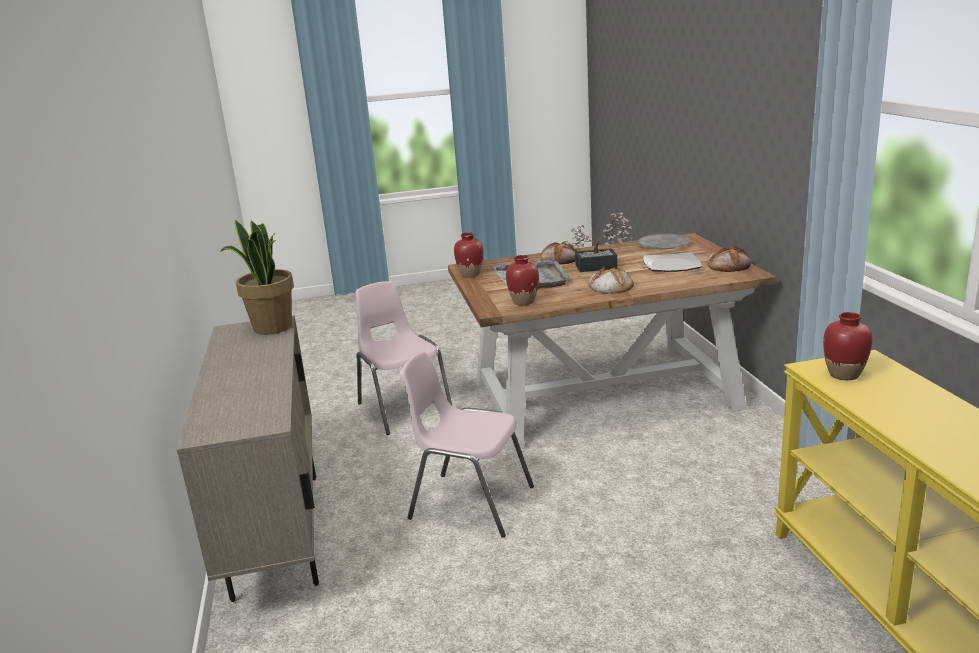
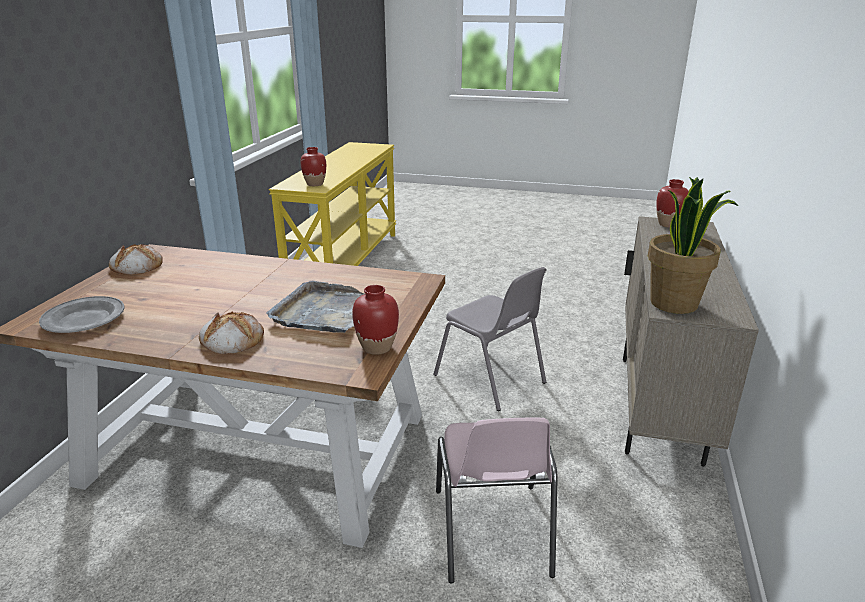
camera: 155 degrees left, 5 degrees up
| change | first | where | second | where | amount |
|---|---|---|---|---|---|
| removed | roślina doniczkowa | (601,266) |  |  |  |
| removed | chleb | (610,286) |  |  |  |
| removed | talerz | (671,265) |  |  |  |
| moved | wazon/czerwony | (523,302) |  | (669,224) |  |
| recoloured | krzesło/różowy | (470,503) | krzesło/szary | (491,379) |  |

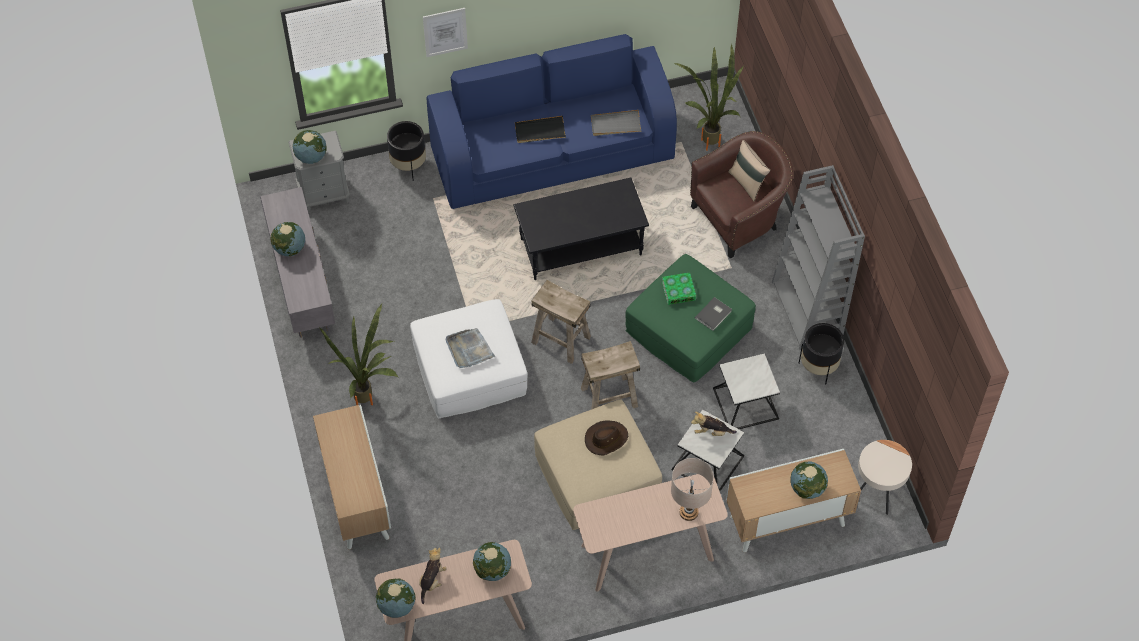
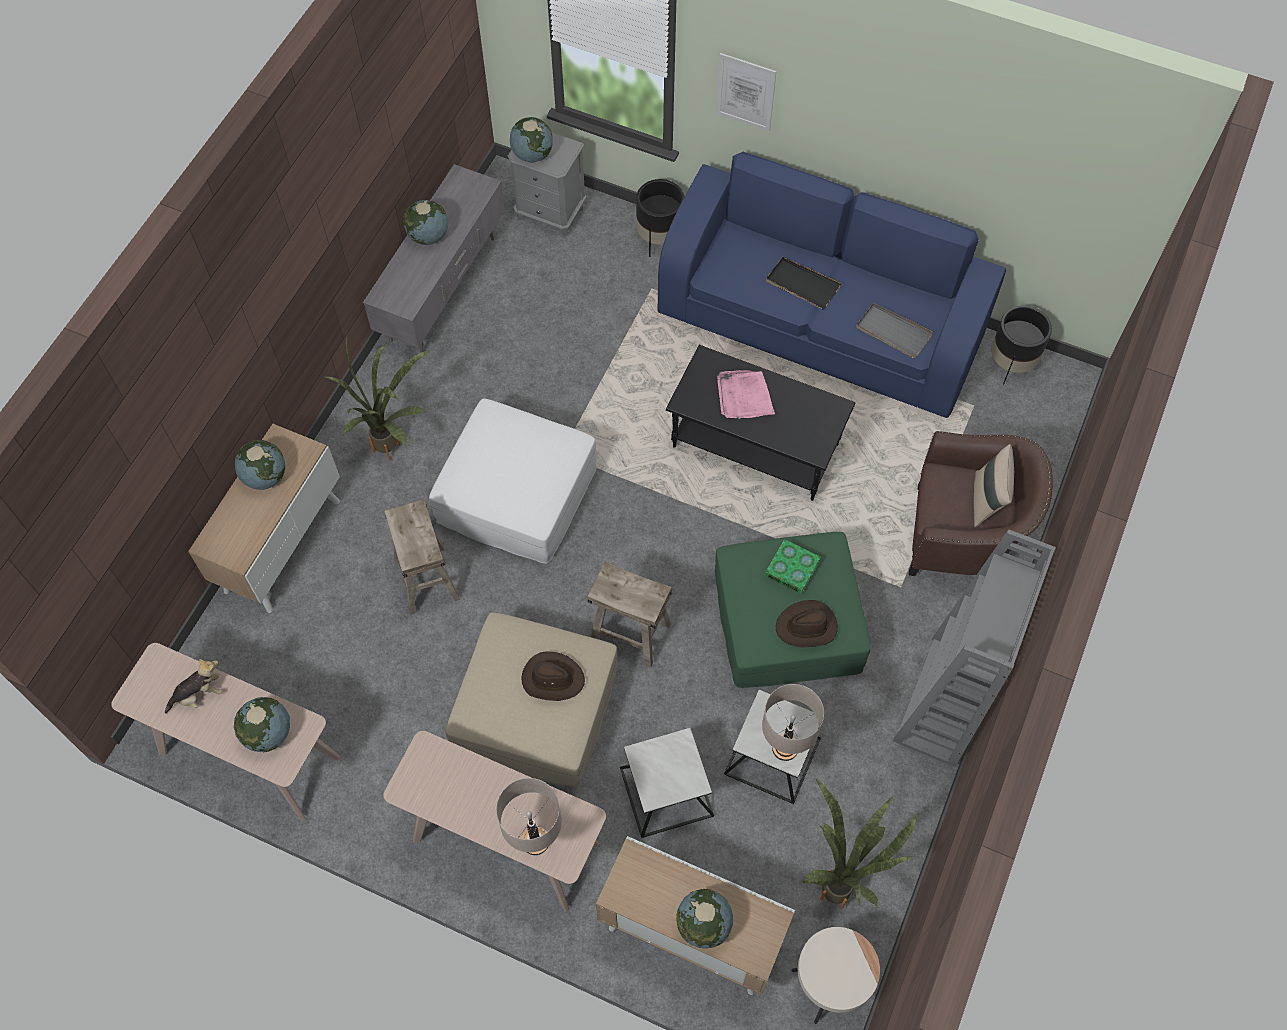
camera: 40 degrees right, 5 degrees up
| change | first | where | second | where | amount |
|---|---|---|---|---|---|
| removed | taca/szary | (469,349) |  |  |  |
| removed | pluszak | (711,431) |  |  |  |
| added |  |  | taca/różowy | (744,397) |  |
| added |  |  | lampa stołowa/beżowy | (784,748) |  |
| moved | globus | (396,606) |  | (265,477) |  |
| moved | stołek/beżowy | (560,340) |  | (426,579) |  |
| moved | roślina doniczkowa | (710,138) |  | (840,885) |  |
| moved | donica/czarny | (818,367) |  | (1011,364) |  |
| replaced | książka/szary | (714,314) | kapelusz/brązowy | (807,627) |  |

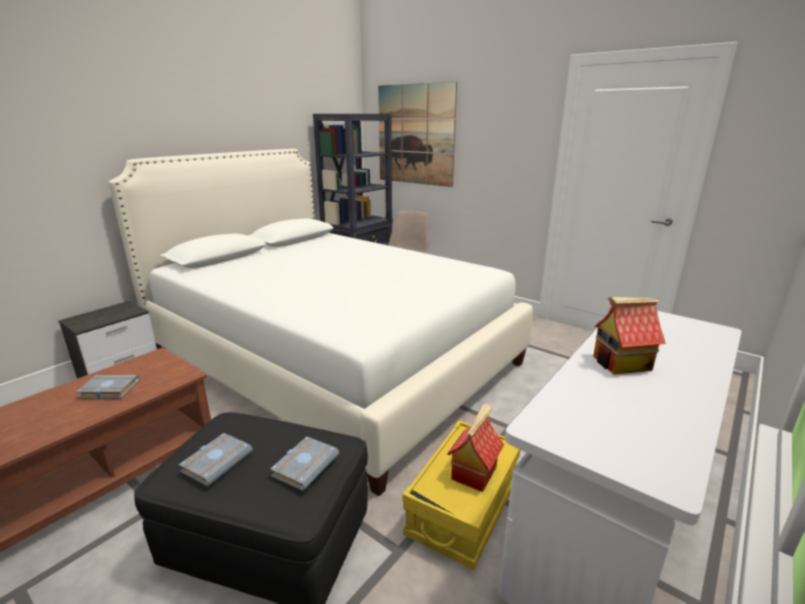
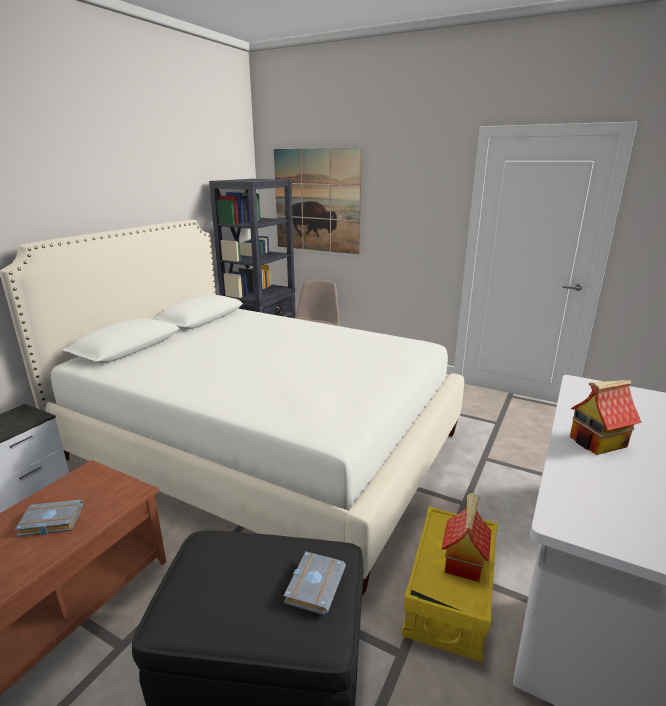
camera: 10 degrees left, 0 degrees up
| change | first | where | second | where | amount |
|---|---|---|---|---|---|
| removed | książka/szary | (217,461) |  |  |  |

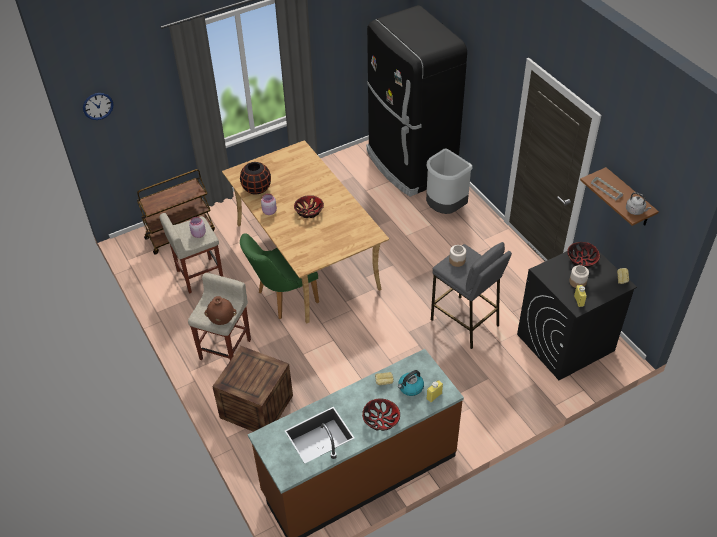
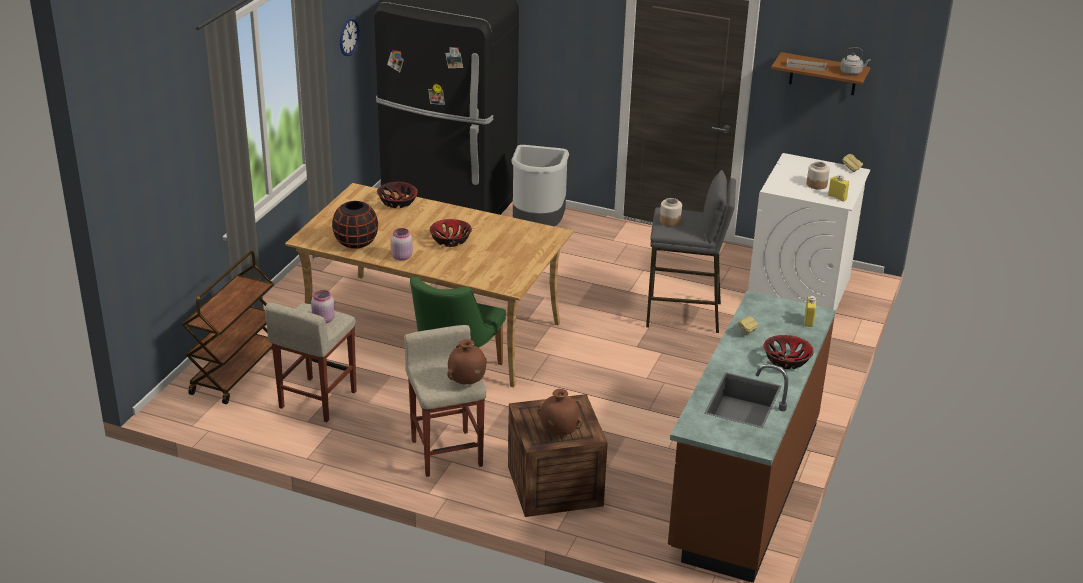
camera: 40 degrees left, 15 degrees down
| change | first | where | second | where | amount |
|---|---|---|---|---|---|
| removed | czajnik | (410,388) |  |  |  |
| added |  |  | wazon/brązowy | (559,432) |  |
| moved | zegar ścienny | (98,106) |  | (349,37) |  |
| moved | miska | (582,260) |  | (398,202) |  |
| recoloured | pralka/czarny | (565,343) | pralka/biały | (799,290) |  |

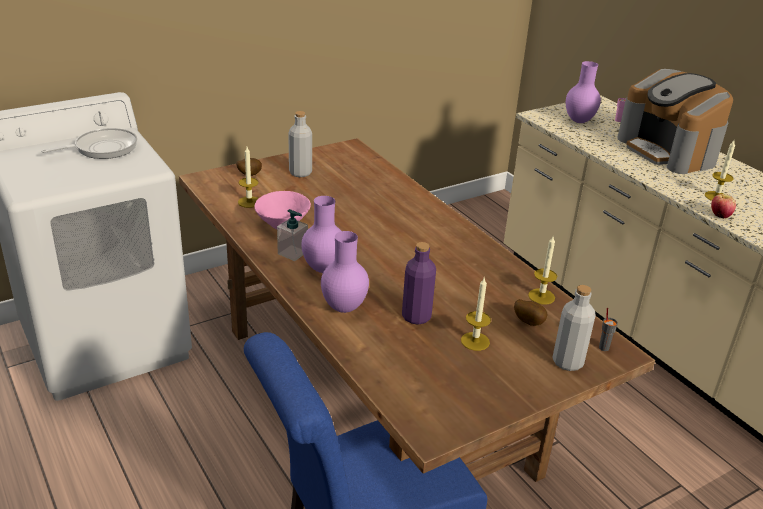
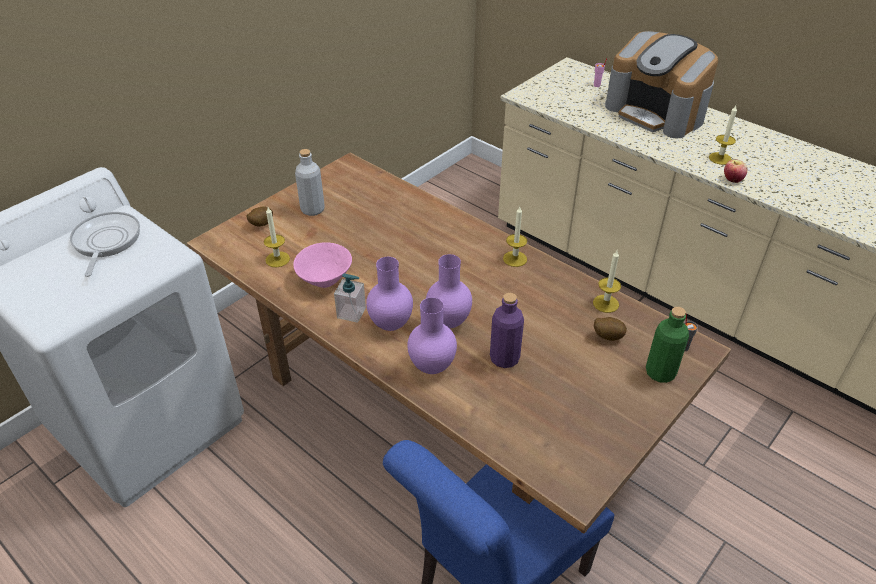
camera: 15 degrees left, 10 degrees up
| change | first | where | second | where | amount |
|---|---|---|---|---|---|
| moved | świeca | (475,341) |  | (515,259) |  |
| moved | wazon/fioletowy | (579,121) |  | (449,322) |  |
| recoloured | butelka/szary | (567,362) | butelka/zielony | (660,373) |  |
| turned | patelnia | (102,148) |  | (106,242) | 45 degrees counterclockwise |

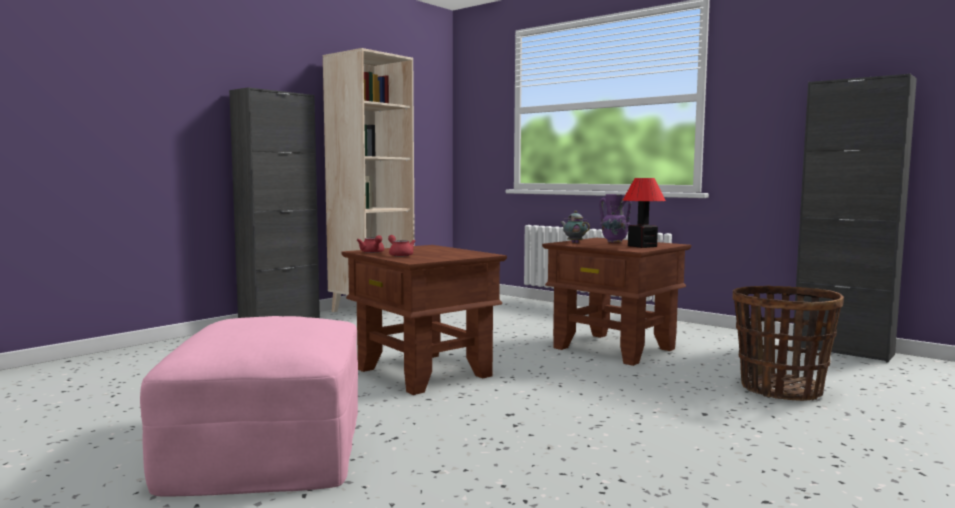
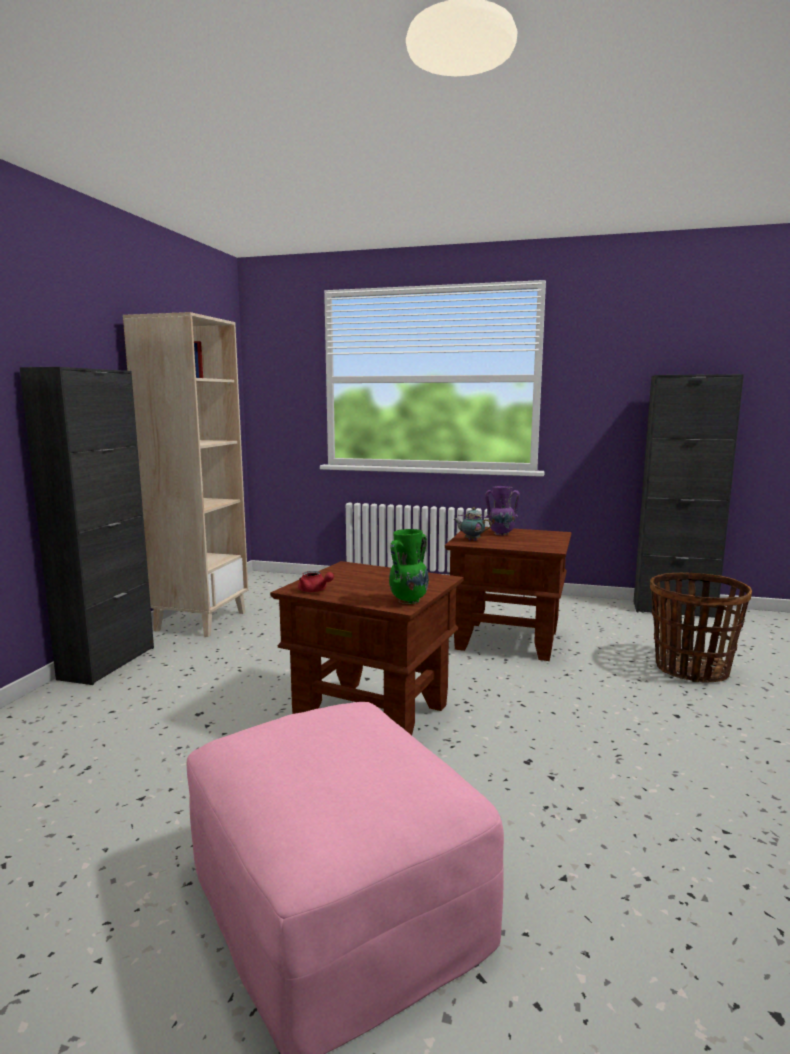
camera: 25 degrees left, 5 degrees up
| change | first | where | second | where | amount |
|---|---|---|---|---|---|
| removed | imbryk/czerwony | (400,255) |  |  |  |
| removed | lampa stołowa | (641,246) |  |  |  |
| added |  |  | wazon/zielony | (408,601) |  |

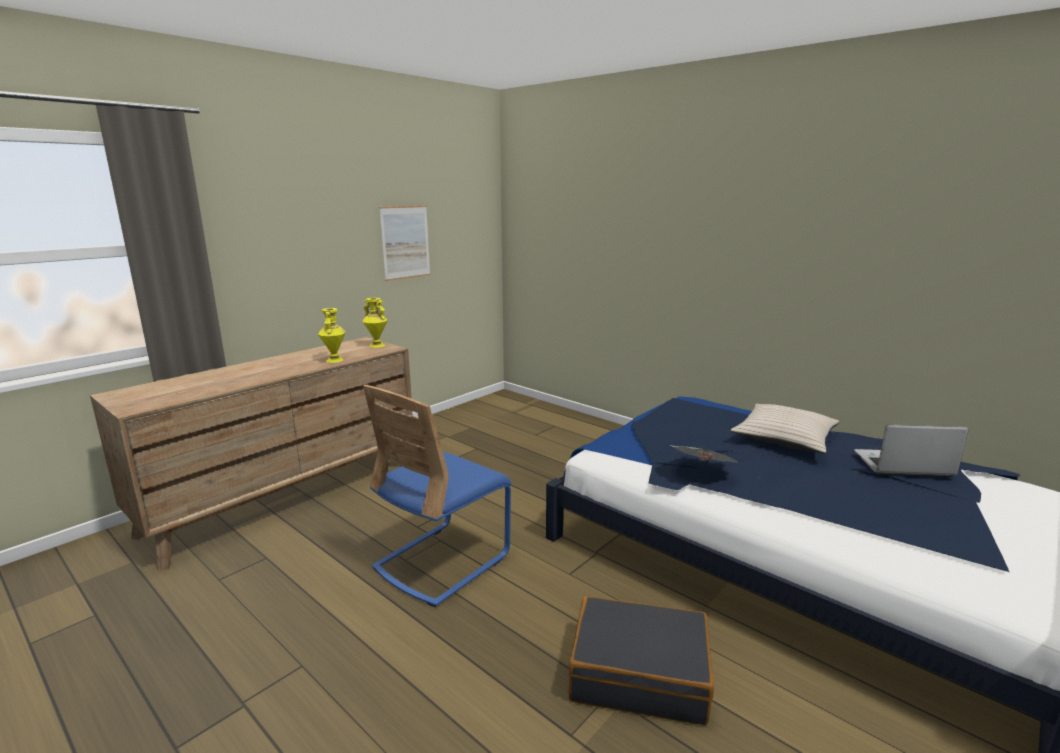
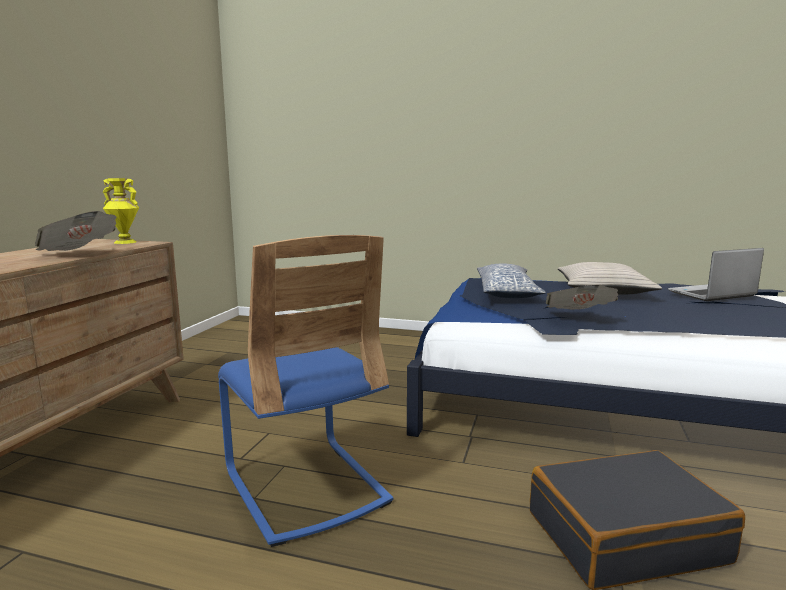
camera: 25 degrees left, 5 degrees down
| change | first | where | second | where | amount |
|---|---|---|---|---|---|
| removed | obraz | (405,242) |  |  |  |
| added |  |  | poduszka | (506,293) |  |
| replaced | wazon/żółty | (334,360) | gazeta | (79,254) |  |
| turned | krzesło/niebieski | (442,561) |  | (305,487) | 45 degrees counterclockwise |

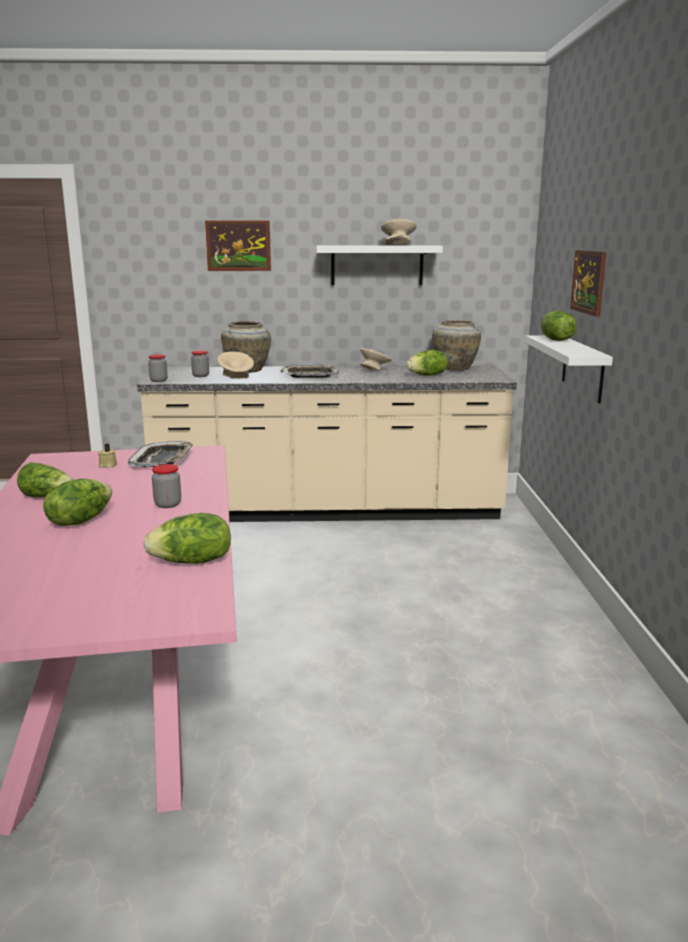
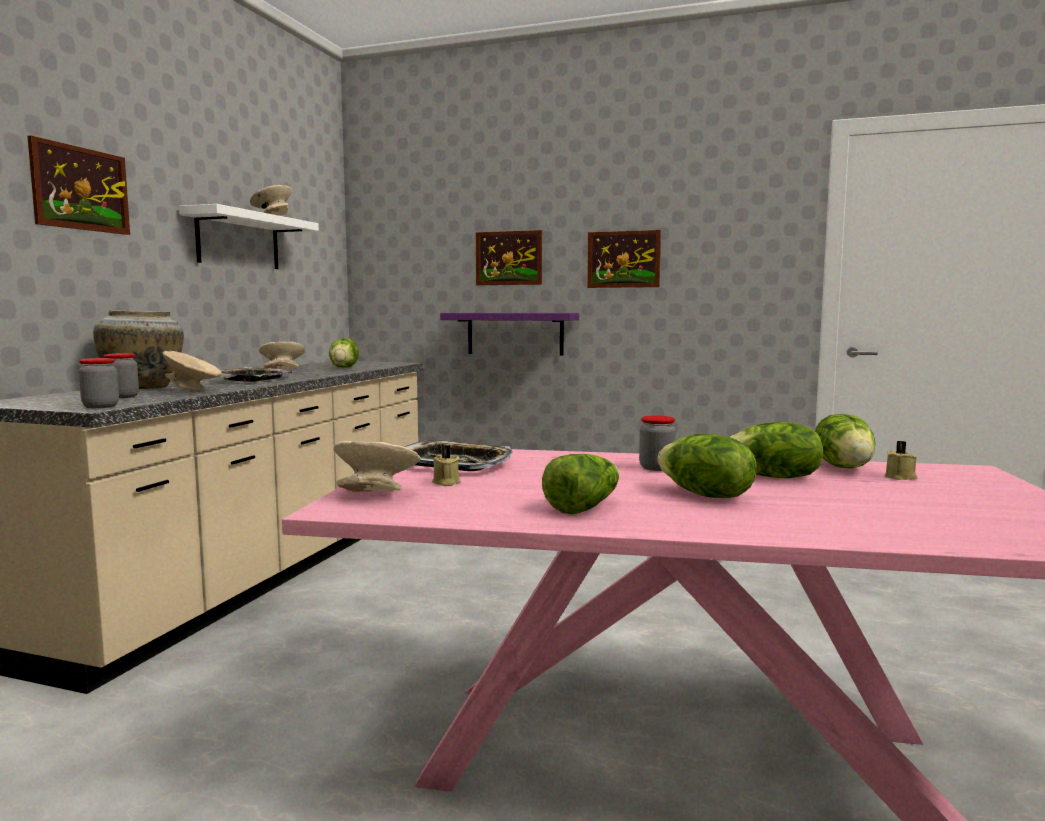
camera: 70 degrees left, 10 degrees down
| change | first | where | second | where | amount |
|---|---|---|---|---|---|
| removed | wazon/beżowy | (455,368) |  |  |  |
| added |  |  | miska/beżowy | (376,494) |  |
| added |  |  | obraz | (623,259) |  |
| added |  |  | świeca/beżowy | (900,477) |  |
| moved | sałata | (555,340) |  | (774,477) |  |
| recoloured | półka/biały | (582,368) | półka/fioletowy | (515,333) |  |

